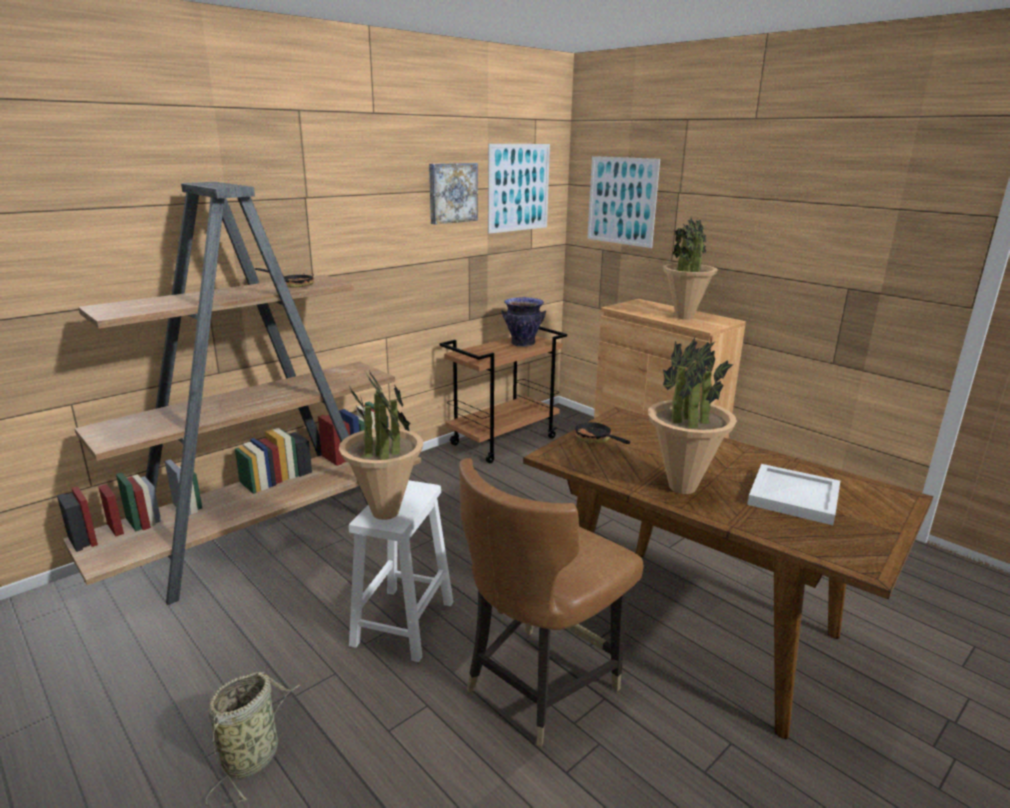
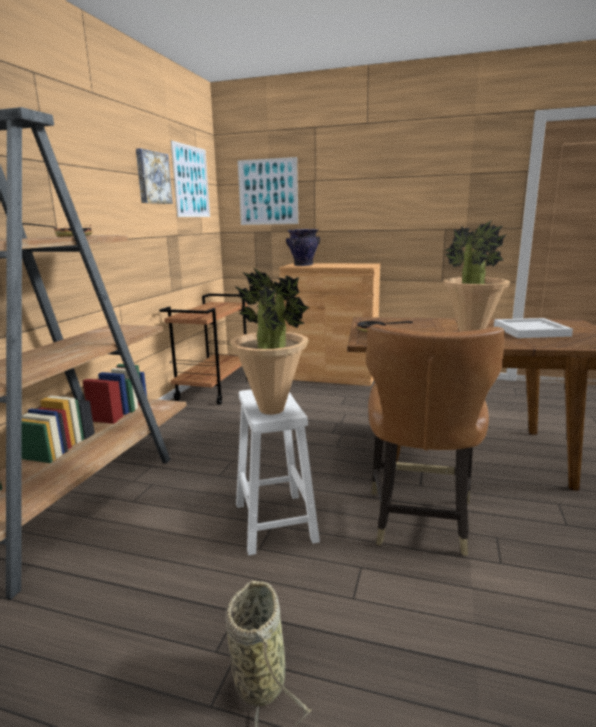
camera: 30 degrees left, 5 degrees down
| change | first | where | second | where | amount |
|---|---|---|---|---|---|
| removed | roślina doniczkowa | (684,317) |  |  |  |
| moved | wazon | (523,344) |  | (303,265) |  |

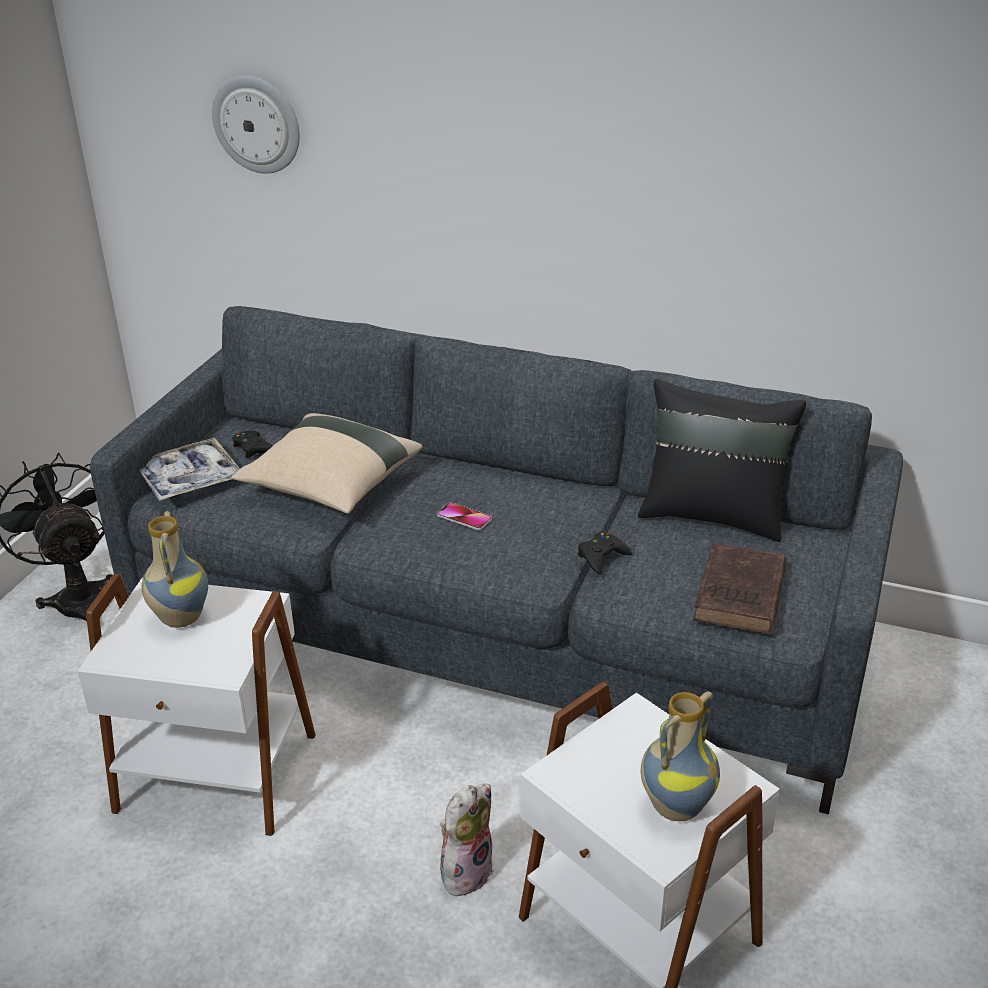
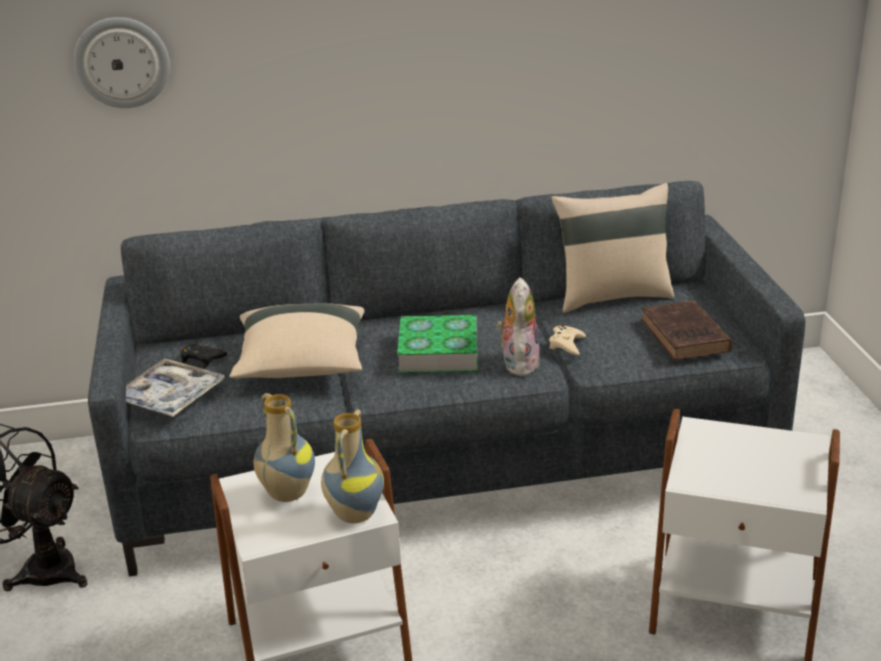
camera: 30 degrees left, 5 degrees down
| change | first | where | second | where | amount |
|---|---|---|---|---|---|
| moved | pluszak | (465,870) |  | (518,363) |  |
| moved | wazon | (675,805) |  | (353,514) |  |
| replaced | telefon | (464,517) | książka | (438,351) |  |
| recoloured | pad do gier/czarny | (602,557) | pad do gier/beżowy | (566,344) |  |
| recoloured | poduszka/czarny | (713,515) | poduszka/beżowy | (612,296) |  |

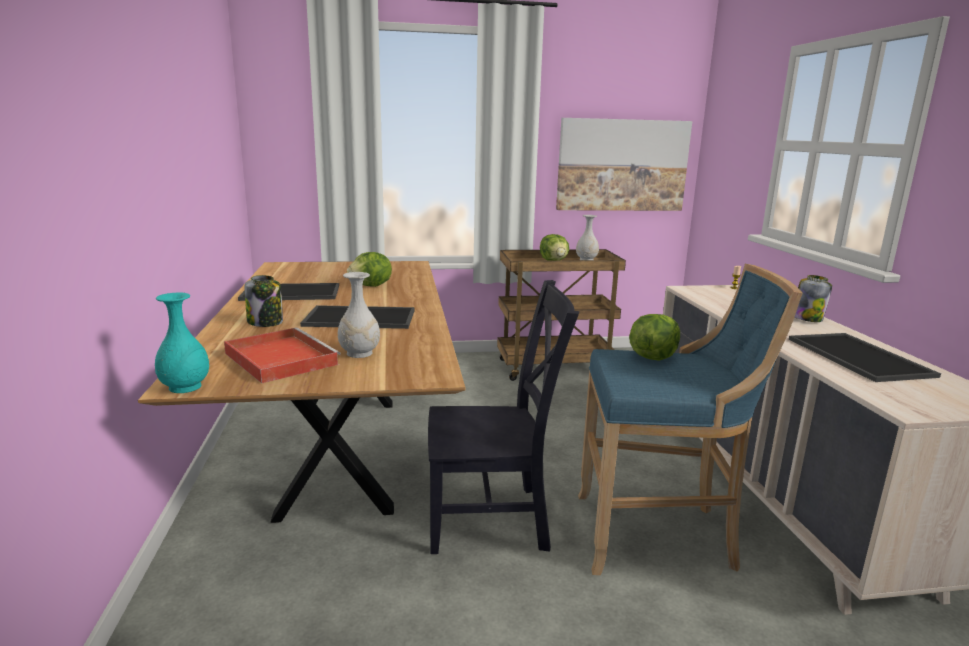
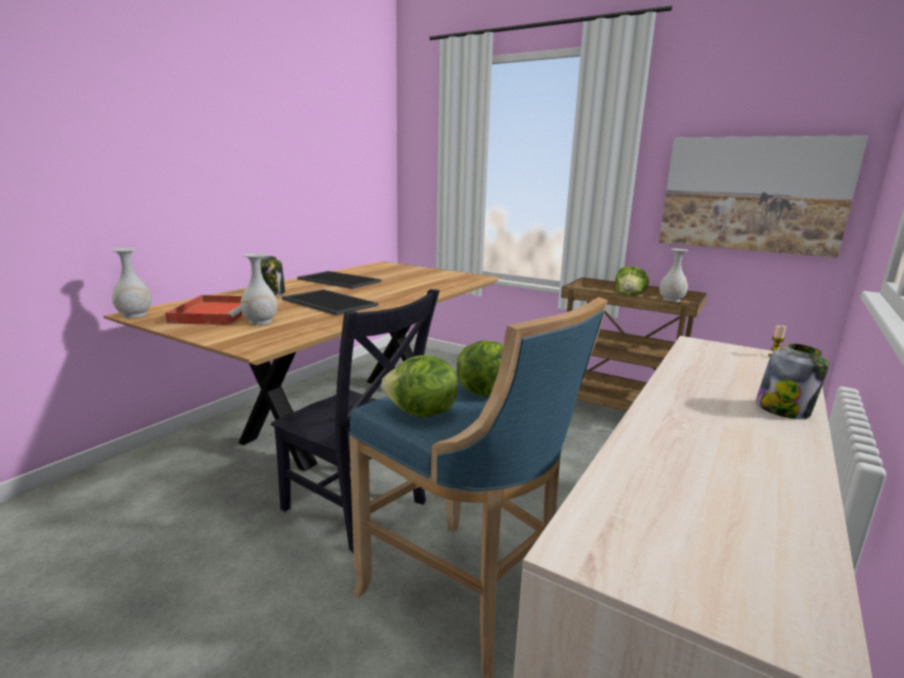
camera: 40 degrees right, 0 degrees up
| change | first | where | second | where | amount |
|---|---|---|---|---|---|
| removed | taca | (861,357) |  |  |  |
| moved | sałata | (371,286) |  | (421,414) |  |
| recoloured | wazon/turkusowy | (185,387) | wazon/biały | (134,315) |  |

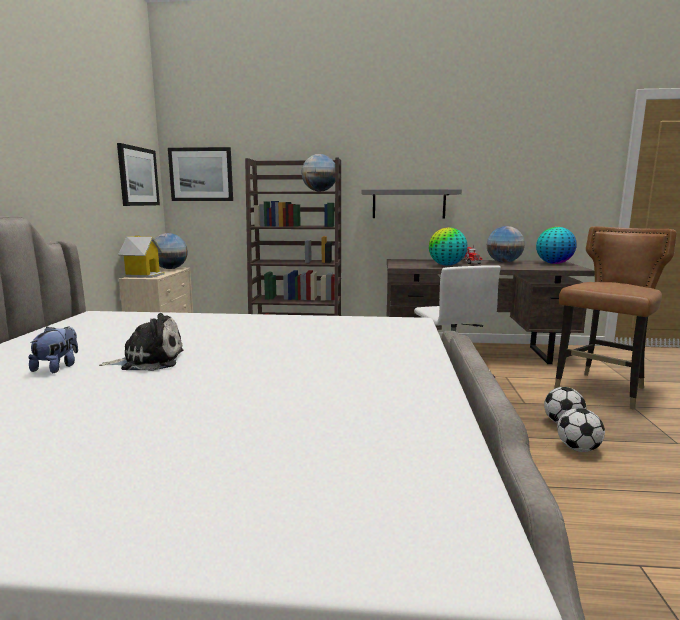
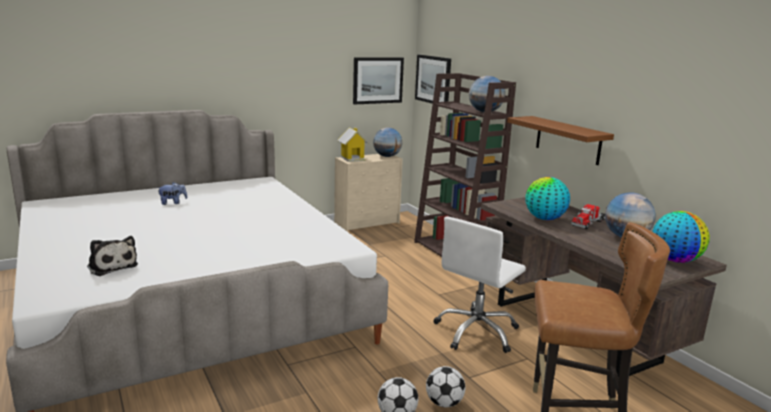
camera: 55 degrees right, 5 degrees up
| change | first | where | second | where | amount |
|---|---|---|---|---|---|
| moved | pluszak | (149,361) |  | (112,266) |  |
| recoloured | półka/szary | (409,204) | półka/brązowy | (568,140) |  |

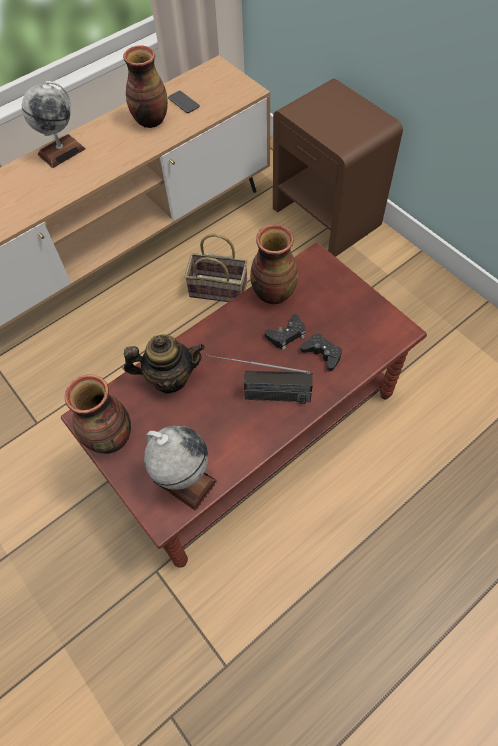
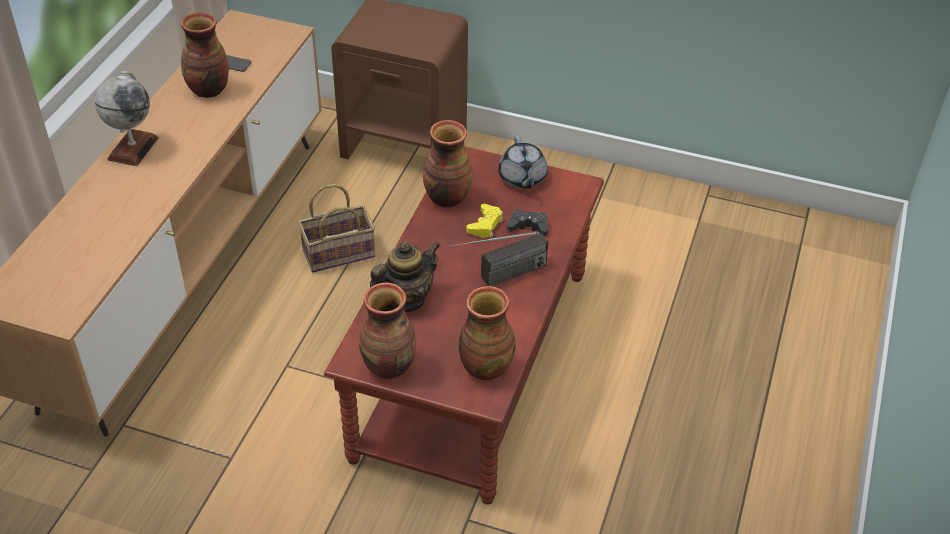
camera: 35 degrees left, 15 degrees down
| change | first | where | second | where | amount |
|---|---|---|---|---|---|
| added |  |  | imbryk/szary | (522,178) |  |
| replaced | globus | (184,481) | wazon | (485,367) |  |
| recoloured | pad do gier/czarny | (286,335) | pad do gier/żółty | (485,225) |  |

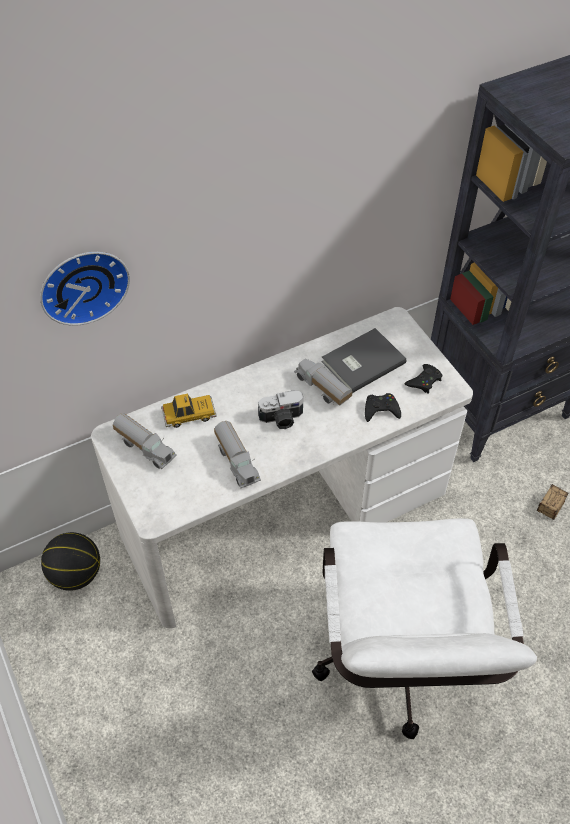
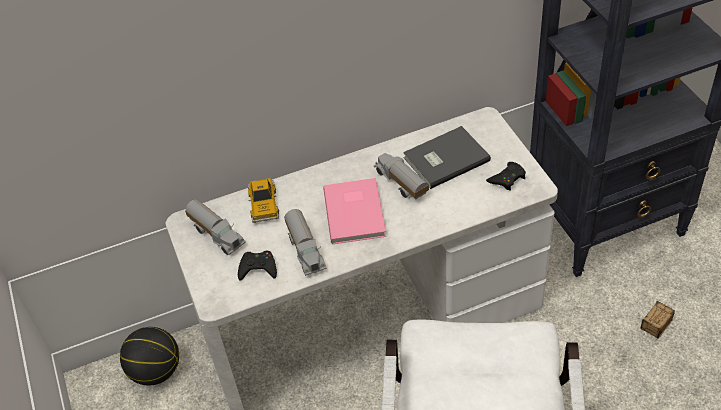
camera: 10 degrees right, 5 degrees down
| change | first | where | second | where | amount |
|---|---|---|---|---|---|
| removed | zegar ścienny | (83,284) |  |  |  |
| moved | pad do gier/czarny | (381,410) |  | (258,268) |  |
| replaced | aparat fotograficzny | (282,419) | książka/różowy | (356,211) |  |
| turned | samochodzik | (189,414) |  | (264,204) | 90 degrees clockwise |

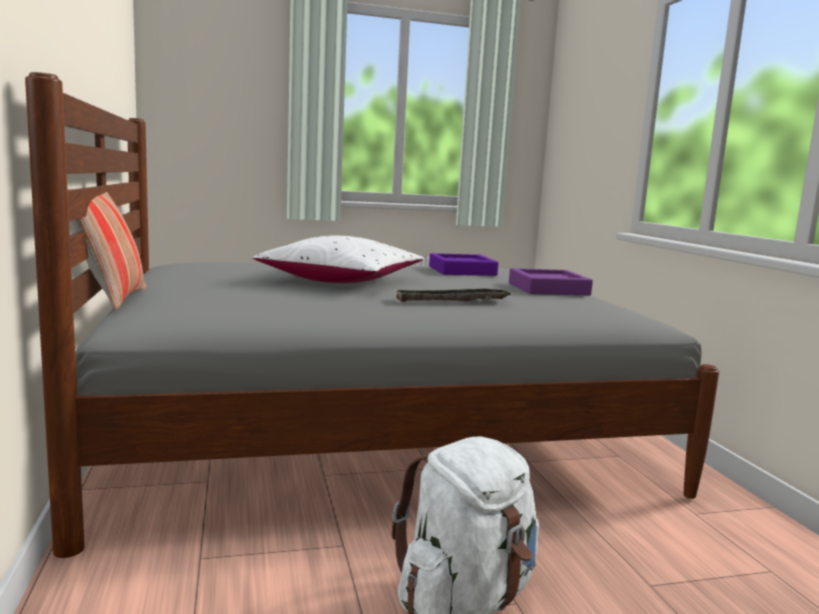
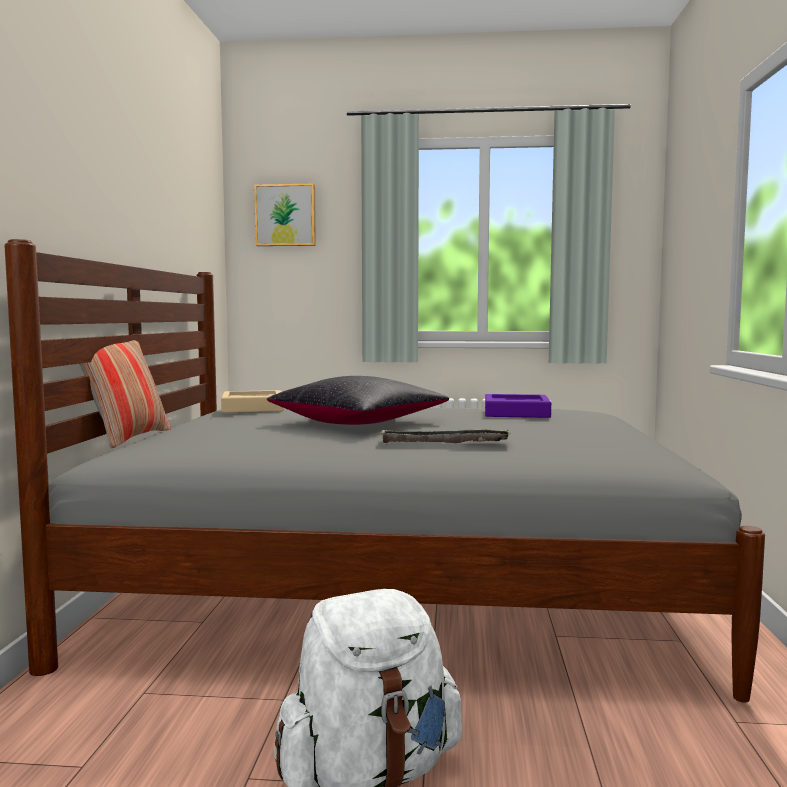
camera: 20 degrees right, 5 degrees down
| change | first | where | second | where | amount |
|---|---|---|---|---|---|
| removed | taca/fioletowy | (548,289) |  |  |  |
| added |  |  | taca/beżowy | (252,408) |  |
| added |  |  | obraz | (286,215) |  |
| recoloured | poduszka/biały | (341,281) | poduszka/czarny | (358,422) |  |

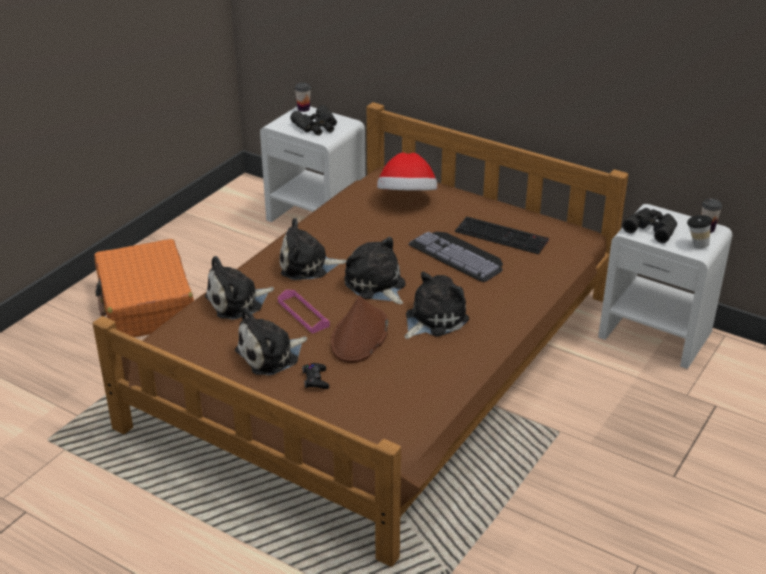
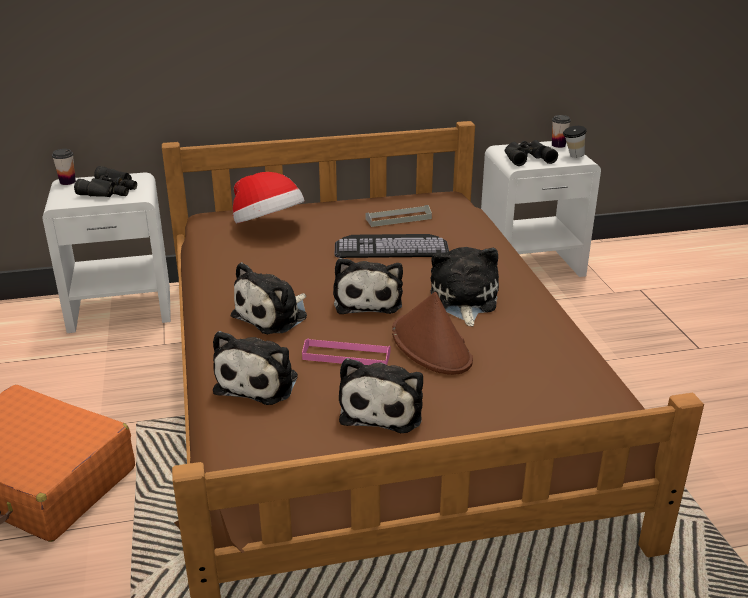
camera: 45 degrees left, 5 degrees down
| change | first | where | second | where | amount |
|---|---|---|---|---|---|
| removed | pad do gier/czarny | (315,380) |  |  |  |
| replaced | klawiatura | (503,235) | taca/szary | (398,218) |  |
| turned | pluszak | (376,285) |  | (368,300) | 105 degrees counterclockwise |

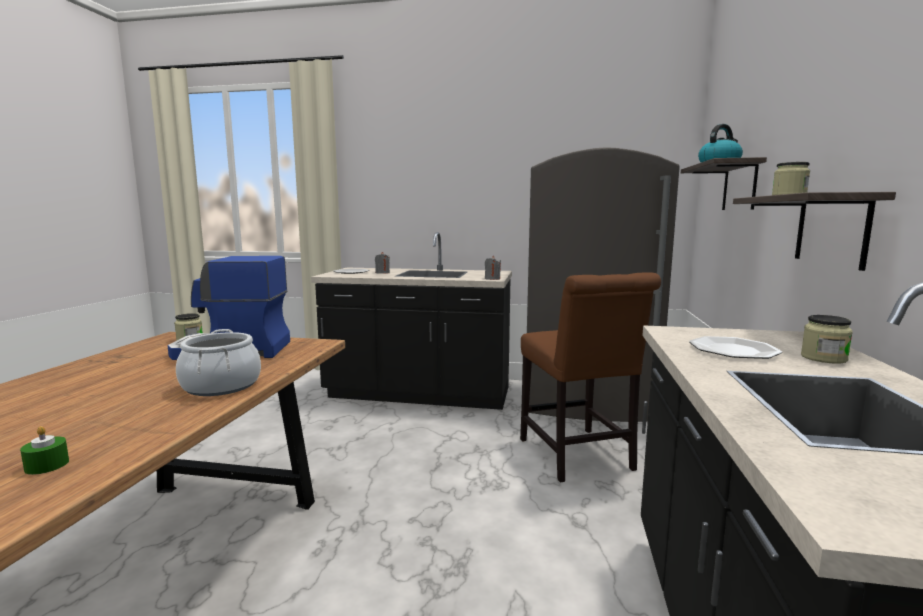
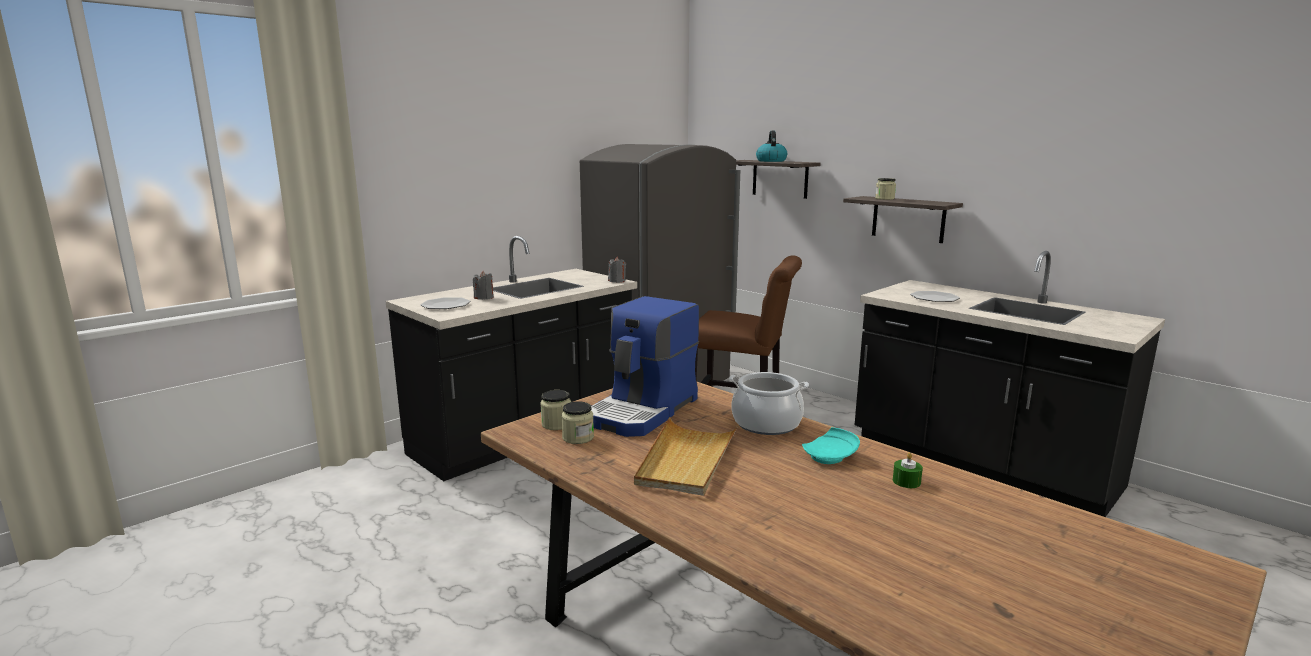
camera: 55 degrees left, 5 degrees up
| change | first | where | second | where | amount |
|---|---|---|---|---|---|
| added |  |  | taca/beżowy | (686,460) |  |
| added |  |  | talerz/turkusowy | (830,457) |  |
| moved | słoik | (823,358) |  | (578,437) |  |

